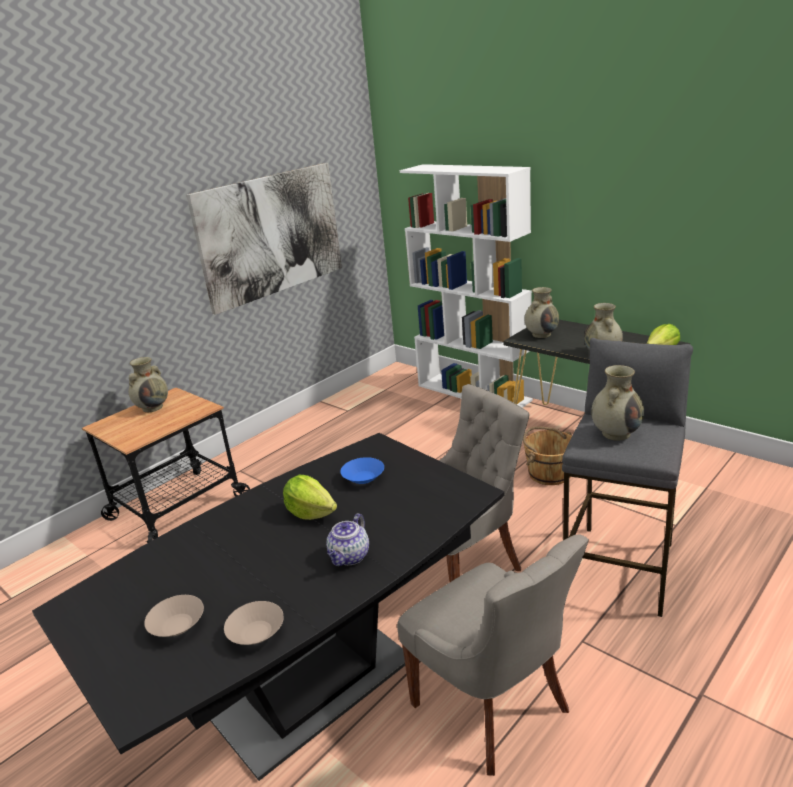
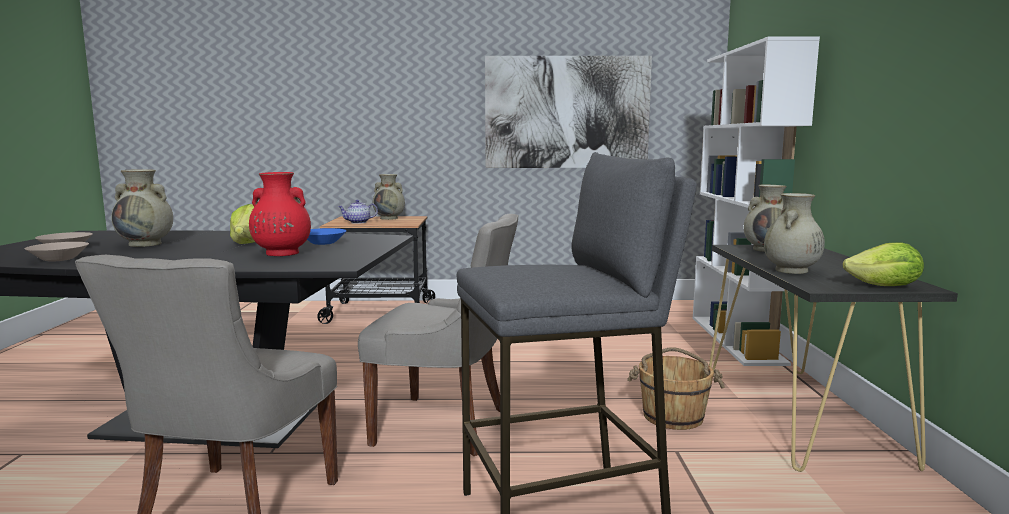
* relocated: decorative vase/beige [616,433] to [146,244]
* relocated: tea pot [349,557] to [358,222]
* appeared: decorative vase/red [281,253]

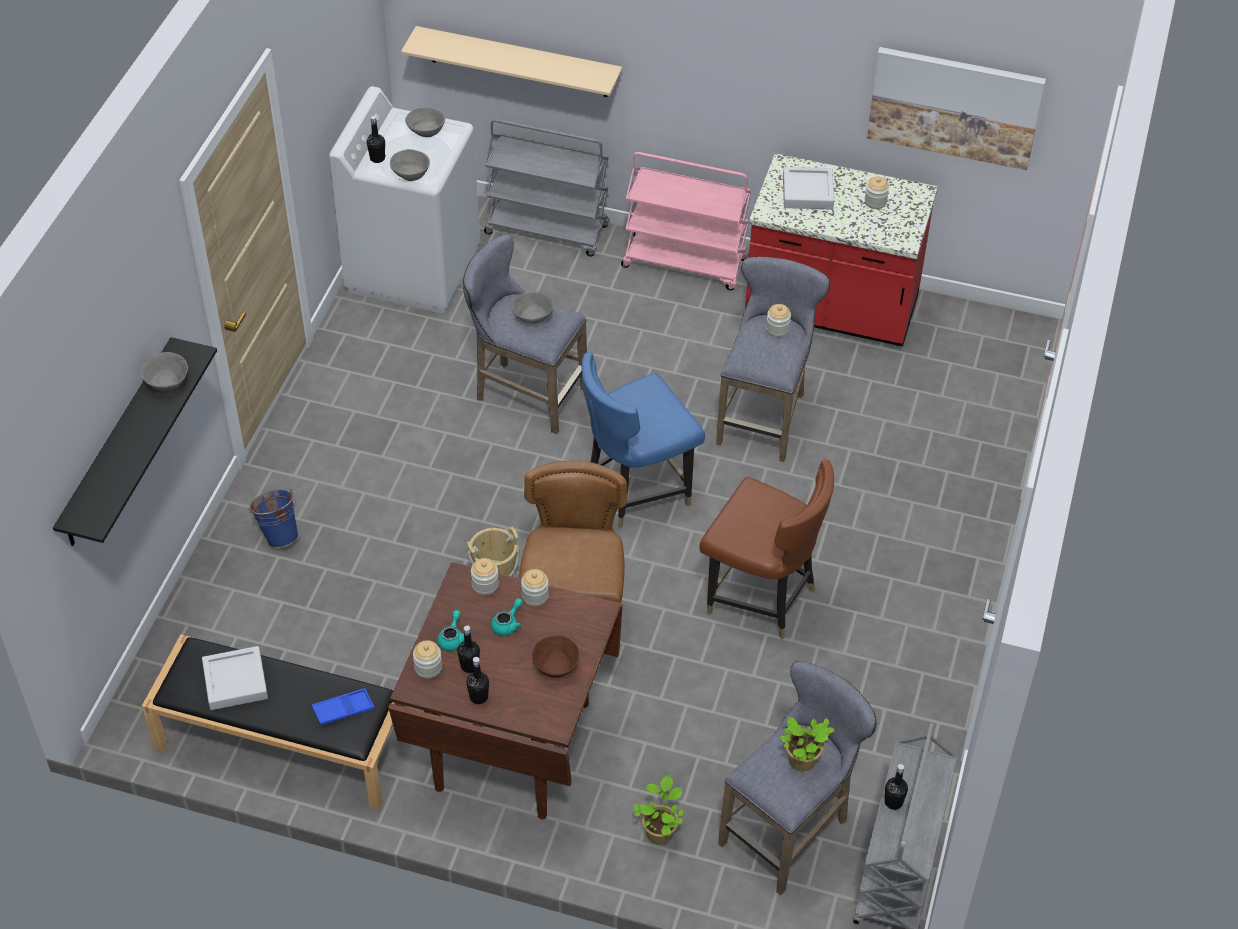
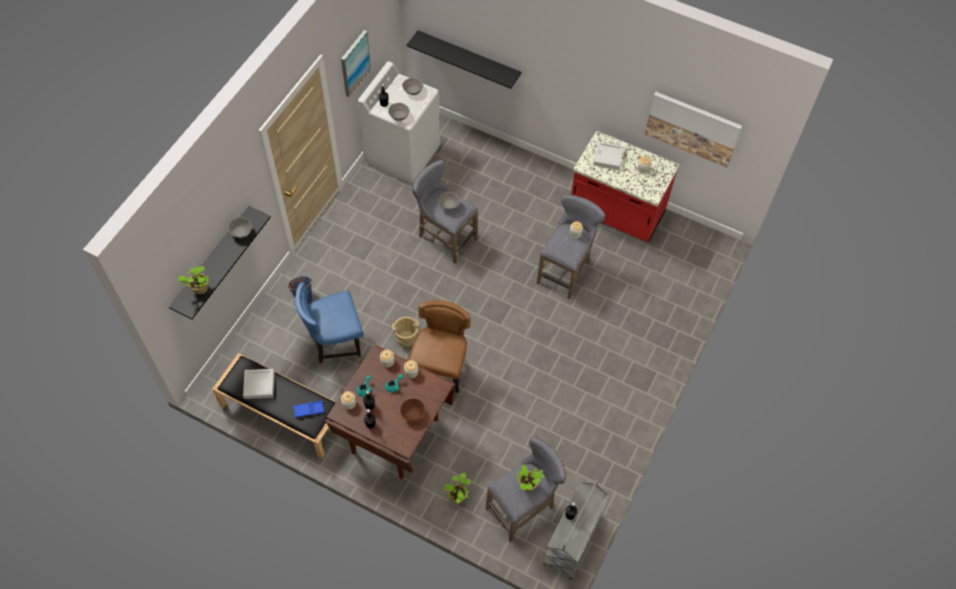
* colour: shelf/beige [518,62] to shelf/black-coloured [469,58]
* missing: wheeled cart/grey [548,230]
* missing: wheeled cart/pink-coloured [685,263]
* relocated: chair/bluish [636,490] to [335,345]
* missing: chair/brownish [761,598]
* appeared: wall picture [354,63]
* appeared: potted plant [199,289]

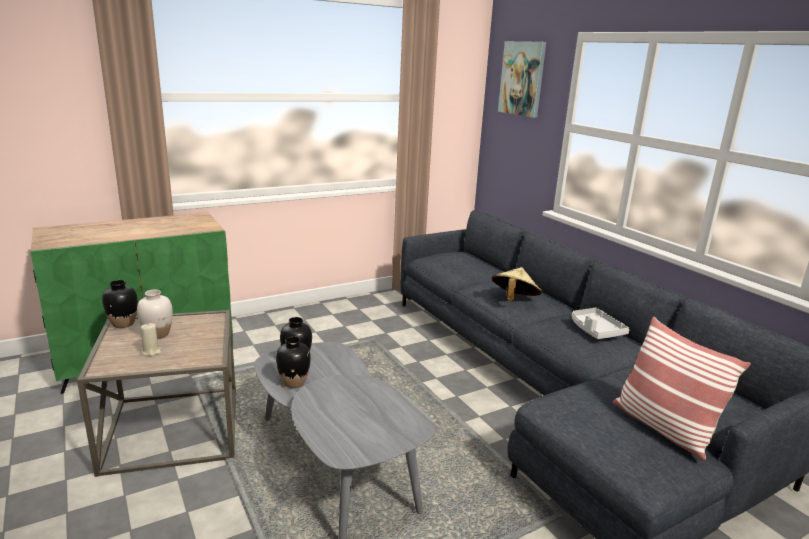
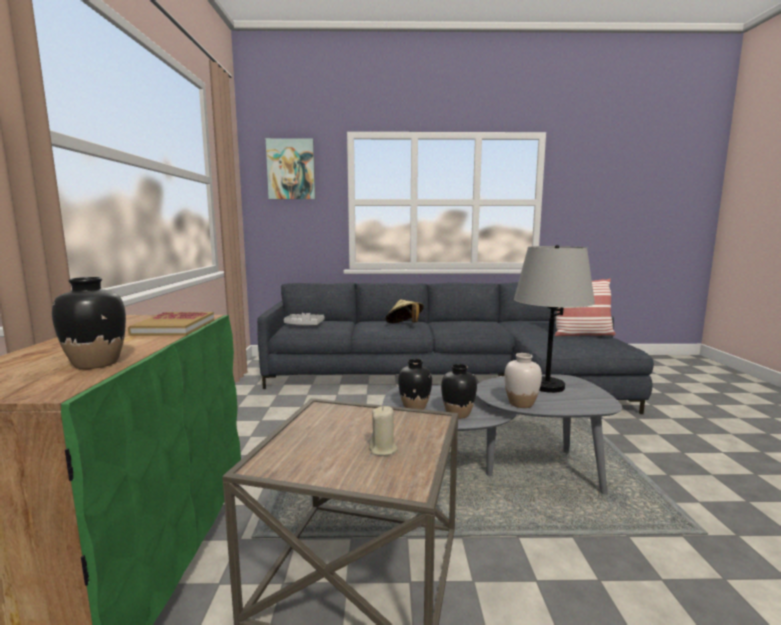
* relocated: decorative vase/black-coloured [123,324] to [96,363]
* relocated: decorative vase/white-coloured [157,334] to [520,404]
* relocated: carrying tray/grey [595,330] to [304,325]
* appeared: tabletop lamp/grey [547,386]
* appeared: book [174,327]

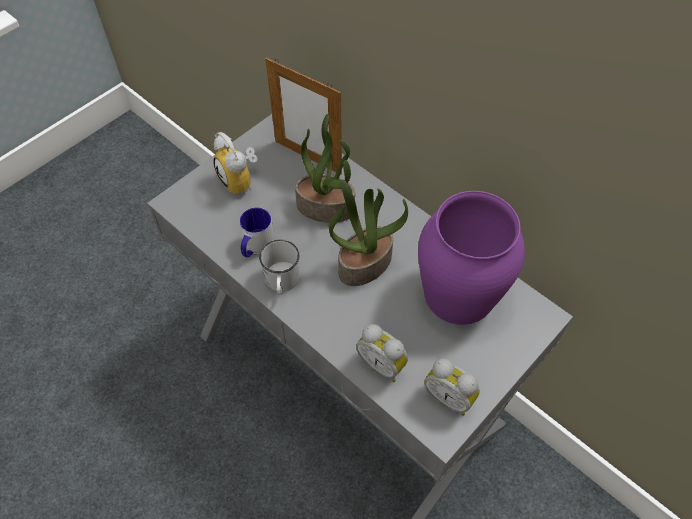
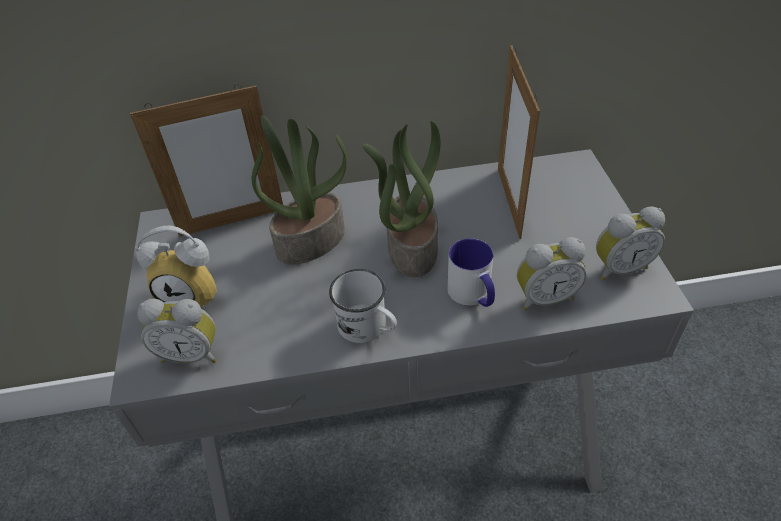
* exchanged: decorative vase/purple-coloured [459,294] to standing frame [509,202]
* relocated: mug [256,247] to [473,295]
* appeared: alarm clock [191,353]

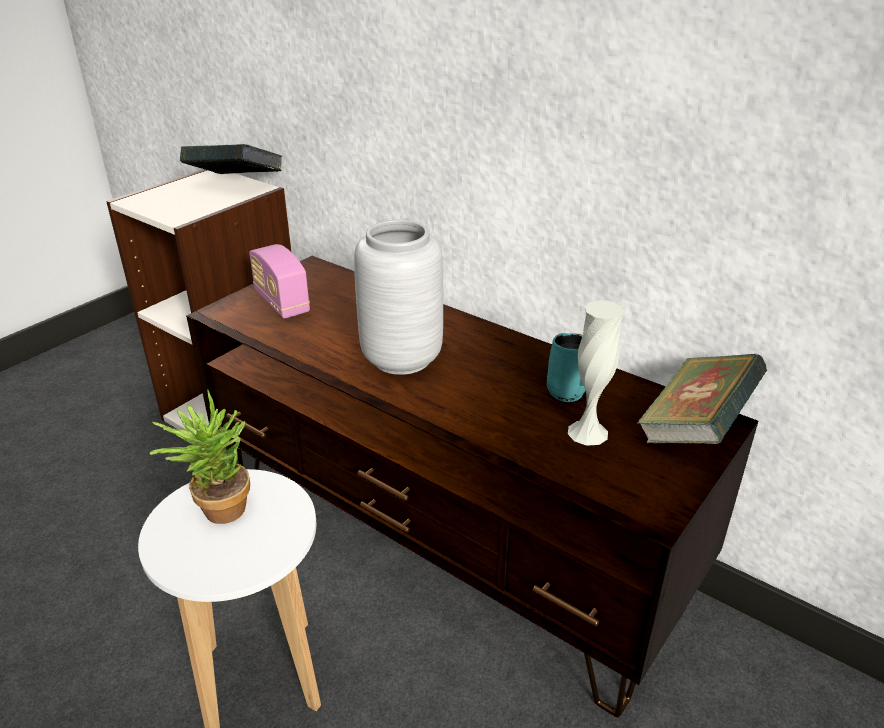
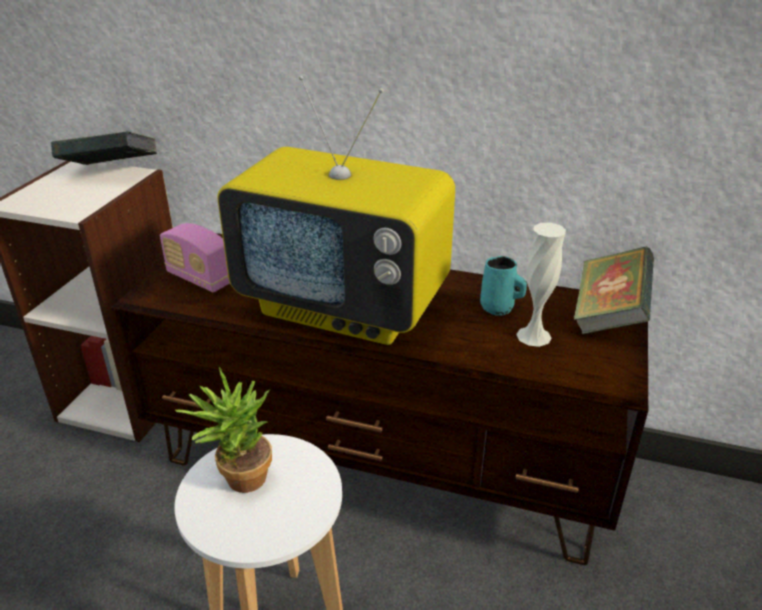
* exchanged: decorative vase/grey [403,358] to TV [346,307]

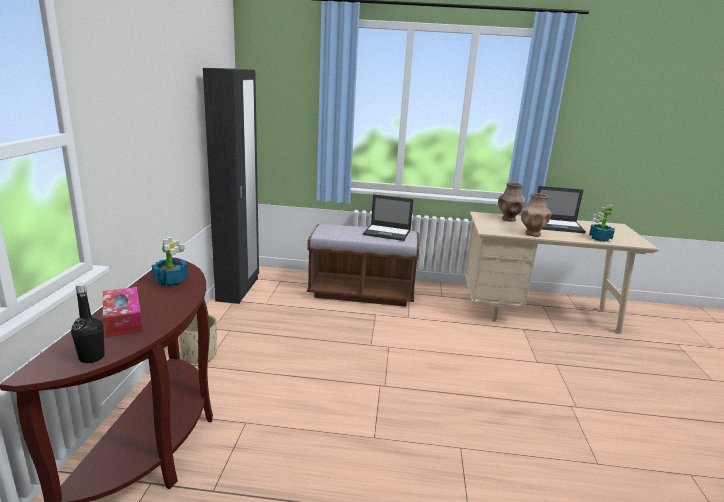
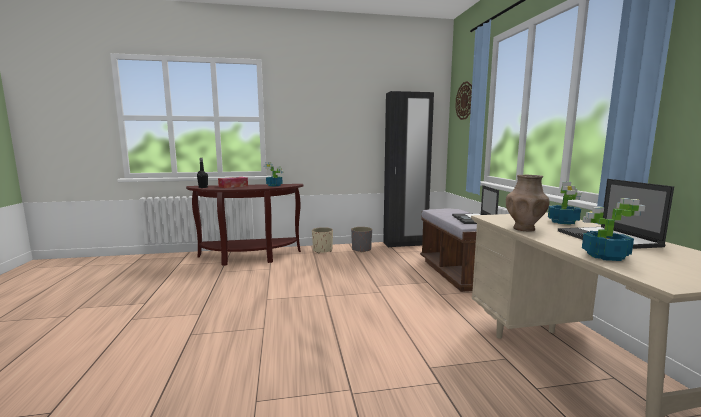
* exchanged: decorative vase/brownish [508,219] to potted plant [563,222]
* appeared: wall clock [465,100]
* appeared: planter/grey [361,249]

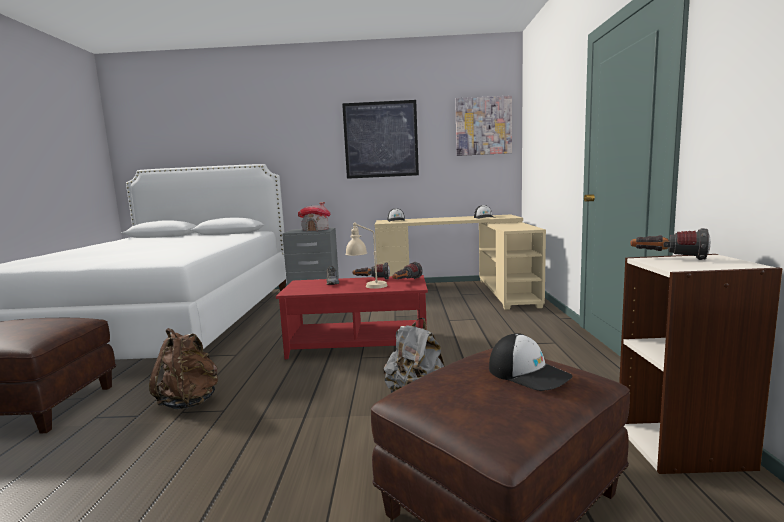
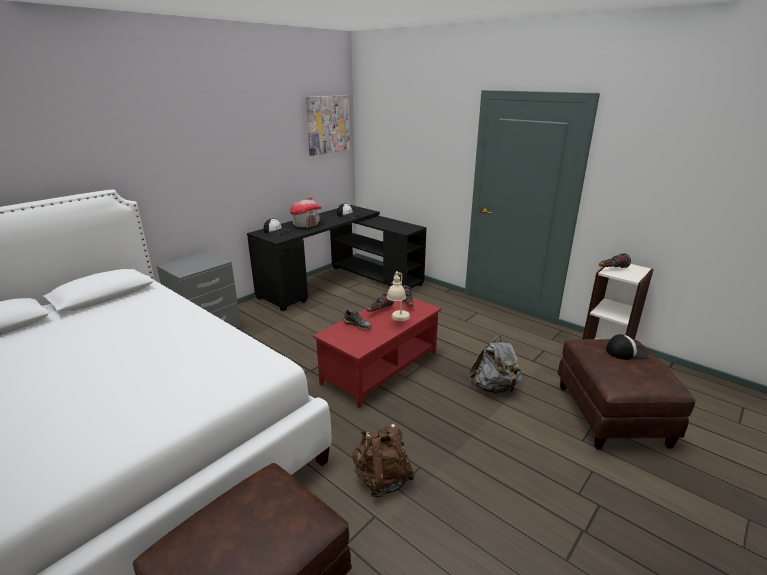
* missing: wall picture [381,140]
* relocated: toy house [316,230] to [306,224]
* colour: desk table/beige [464,290] to desk table/black-coloured [340,282]

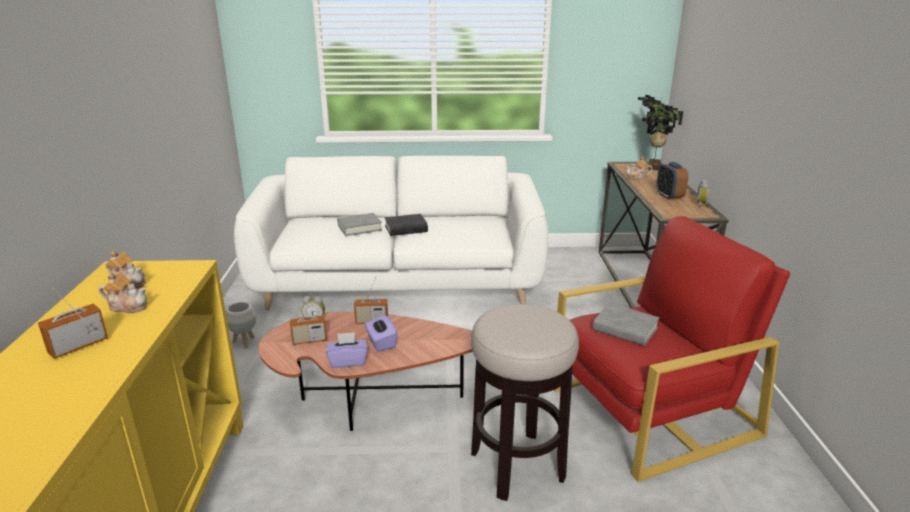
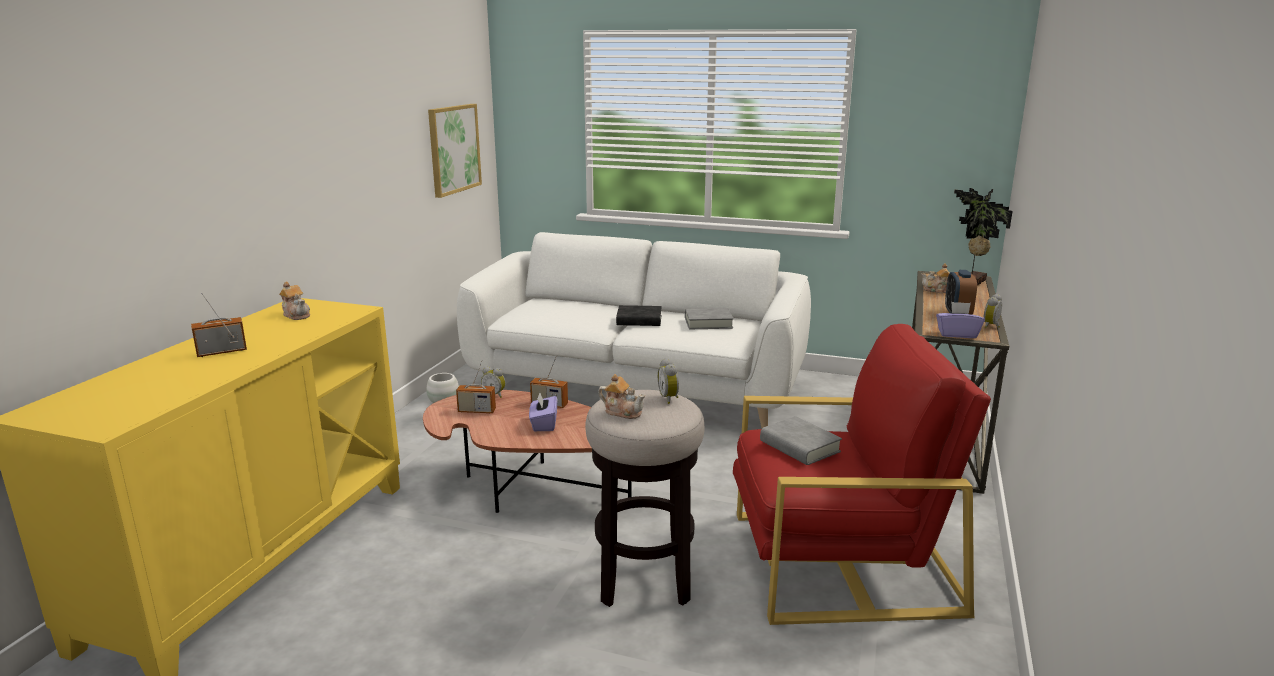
* relocated: book/grey [359,228] to [708,323]
* relocated: tea pot [128,306] to [622,412]
* relocated: box of tissues/purple-coloured [348,361] to [957,334]
* appeared: wall picture [453,149]
* appeared: alarm clock [669,398]

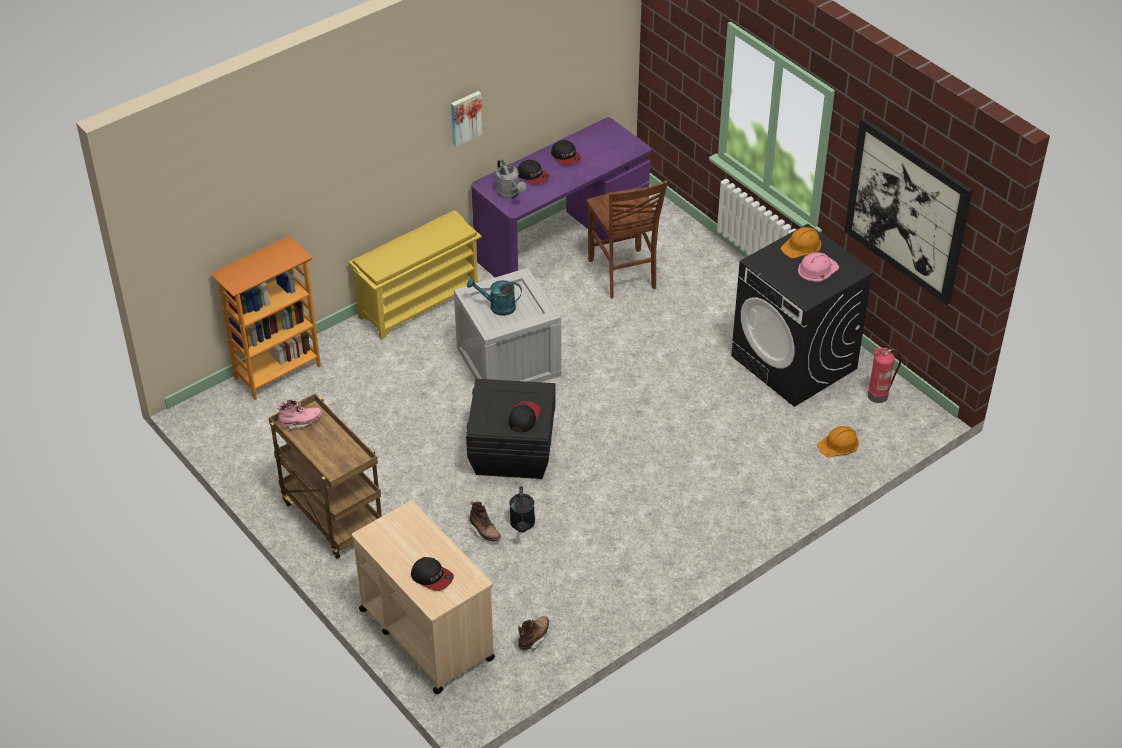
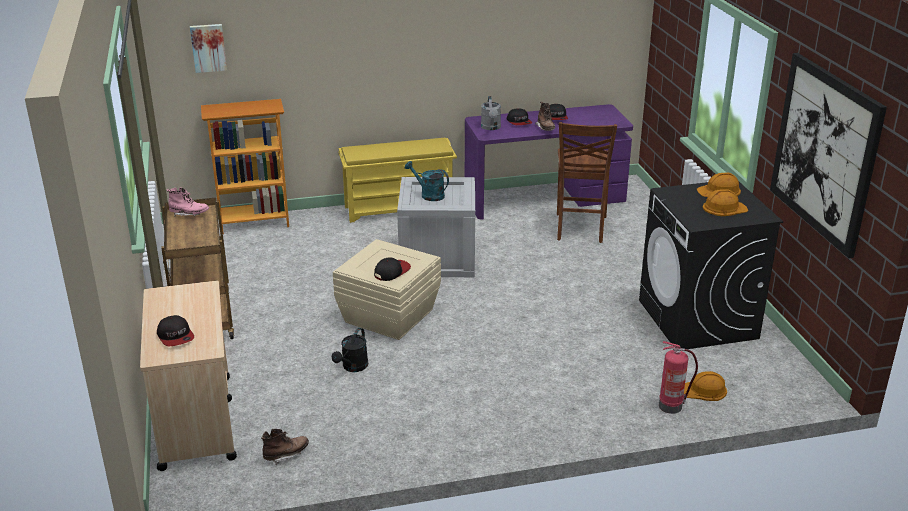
* relocated: wall picture [465,117] to [208,47]
* colour: safety helmet/pink-coloured [817,269] to safety helmet/orange-coloured [724,208]
* relocated: fire extinguisher [878,395] to [671,406]
* colour: storage container/black-coloured [511,452] to storage container/beige [388,315]
* relocated: boot/brownish [485,532] to [546,128]

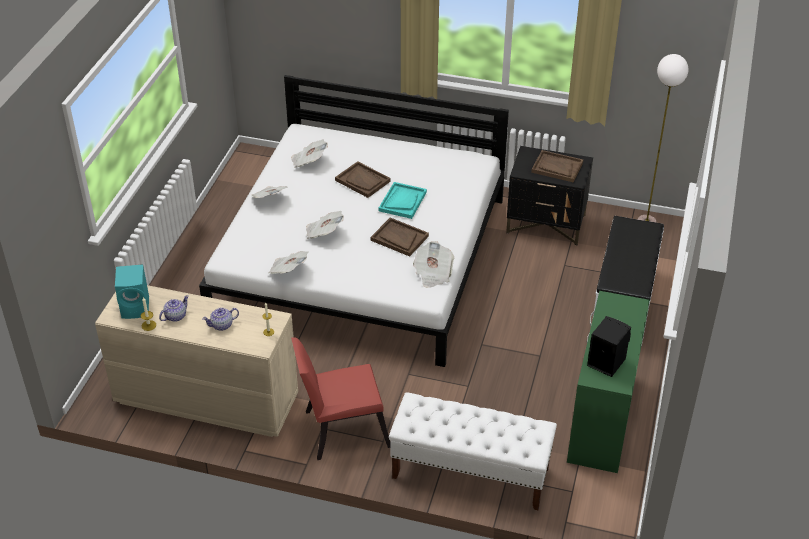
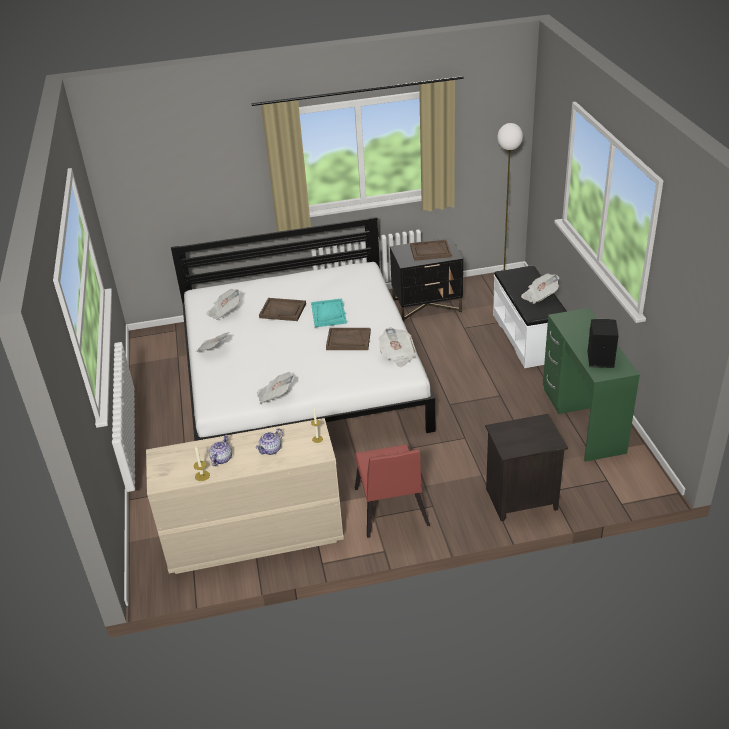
* relocated: printed paper [324,233] to [539,296]
* missing: speaker/turquoise-coloured [136,307]
* spun: chair/red [341,429] = [391,511] 60 degrees counterclockwise
* exchanged: indoor bench/white-coloured [470,473] to nightstand/black-coloured [520,500]

